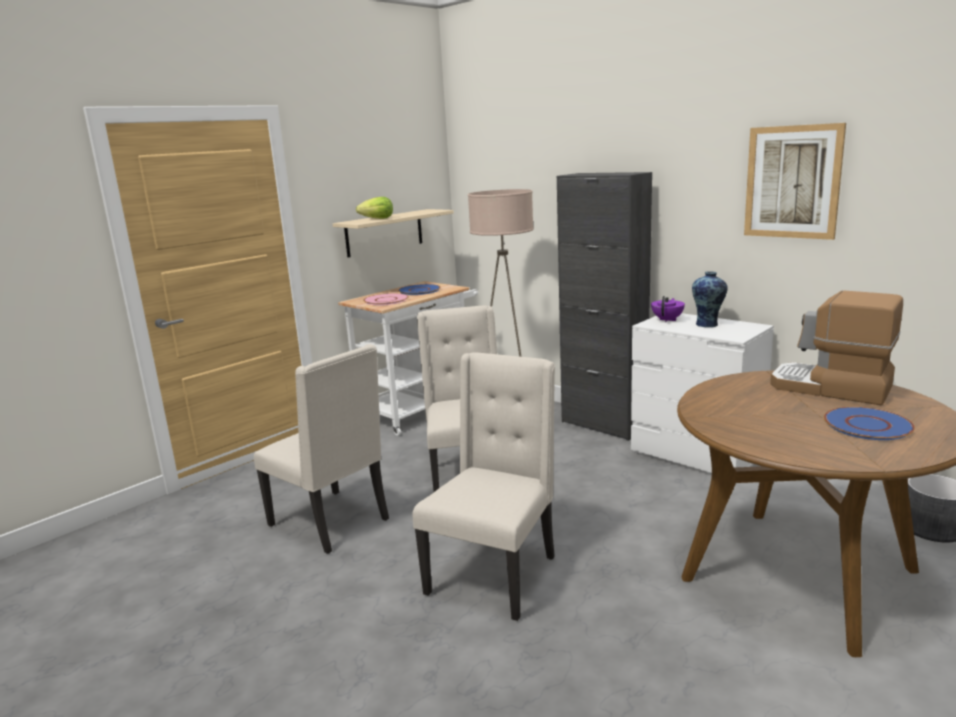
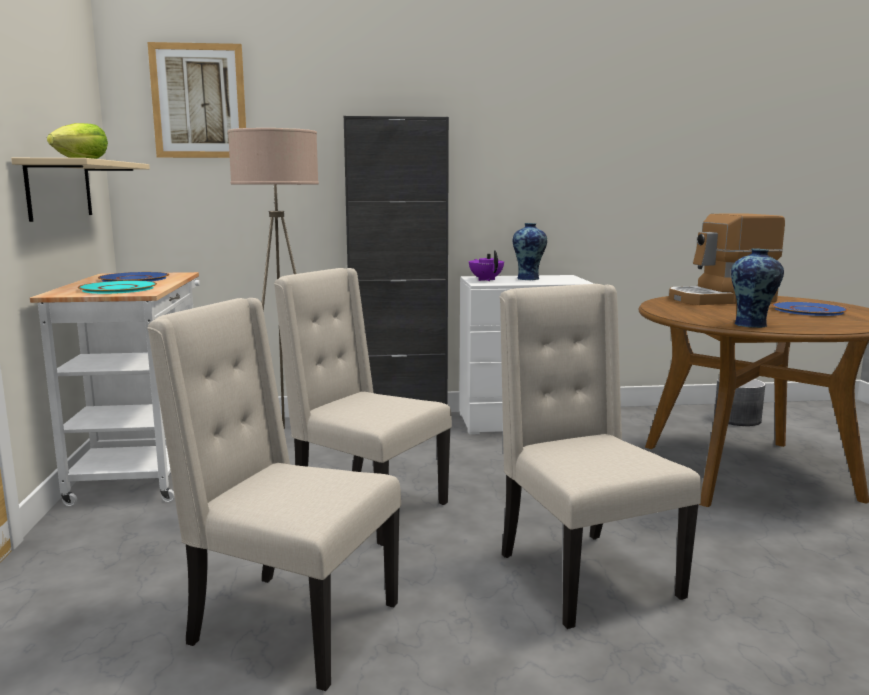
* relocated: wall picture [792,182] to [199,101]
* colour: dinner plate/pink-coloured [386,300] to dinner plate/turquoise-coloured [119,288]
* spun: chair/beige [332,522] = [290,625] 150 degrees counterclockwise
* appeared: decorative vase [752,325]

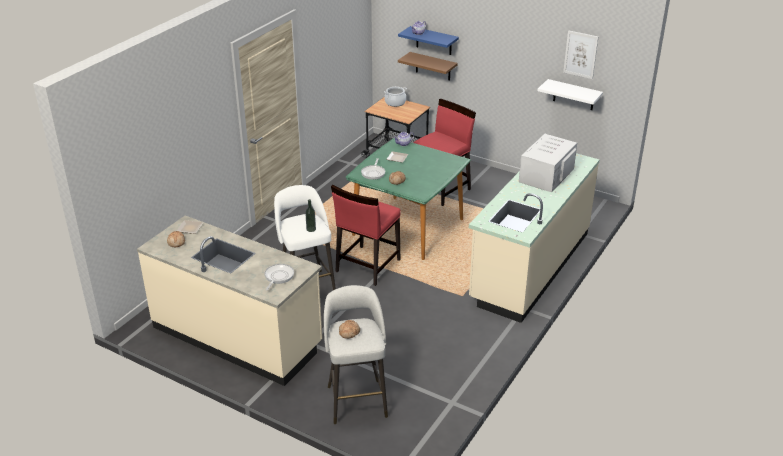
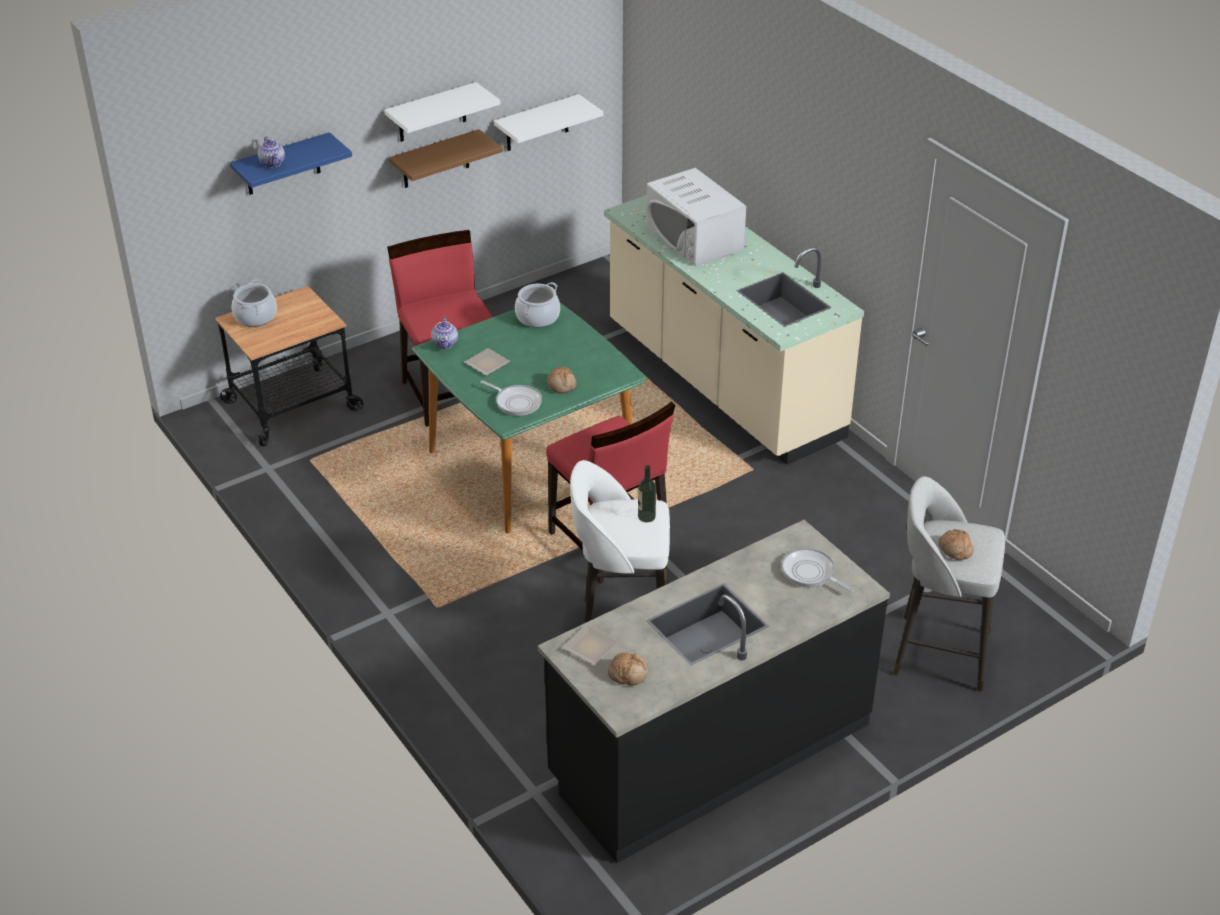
* missing: wall picture [580,54]
* relocated: shelf/brownish [433,66] to [435,160]
* colour: kitchen base unit/beige [237,336] to kitchen base unit/black-coloured [709,750]
* appeared: shelf/white-coloured [432,113]
* appeared: cooking pot [538,317]

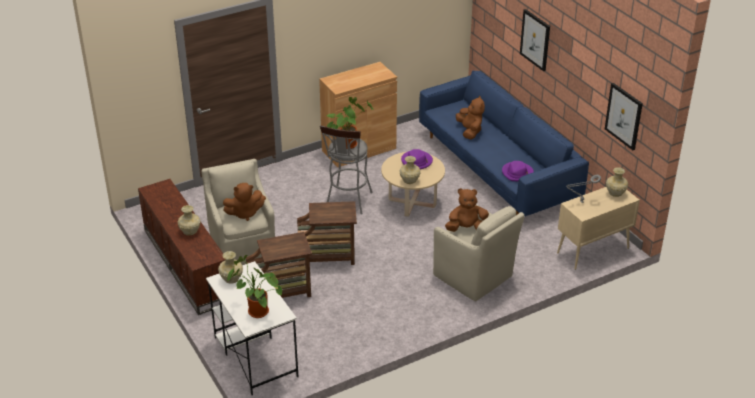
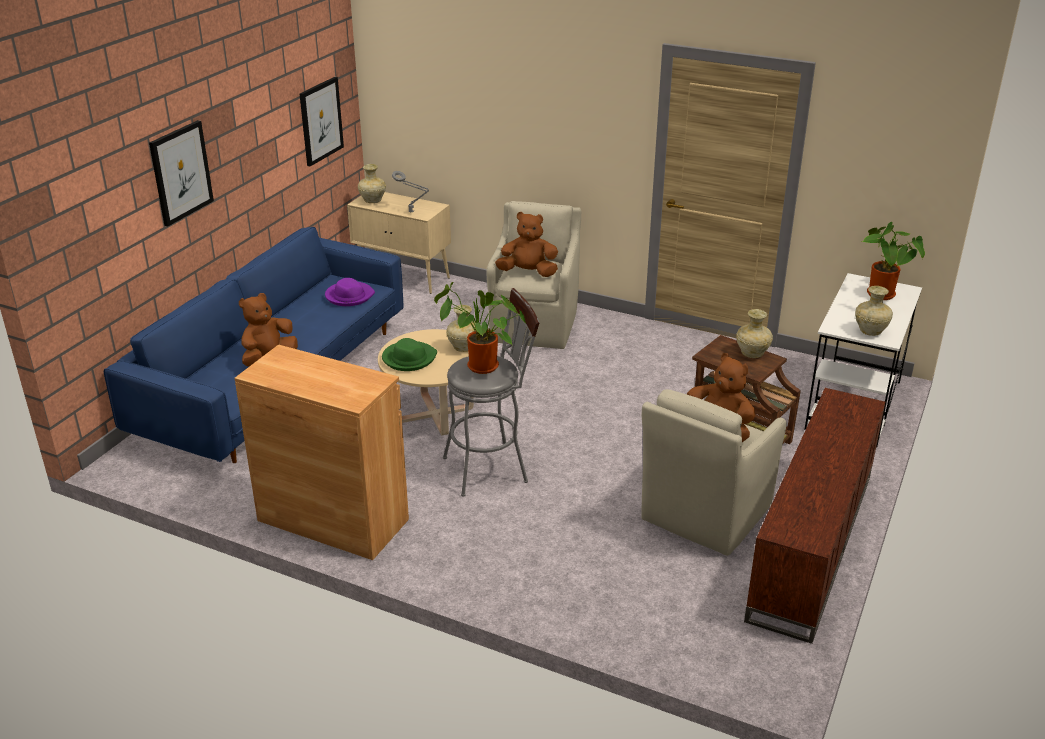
* colour: wearable hat/purple-coloured [417,161] to wearable hat/green [409,358]
* spun: cuddly toy/brownish [466,229] = [528,272] 135 degrees clockwise
* missing: accent table/brownish [328,256]
* relocated: decorative vase/beige [190,232] to [751,353]

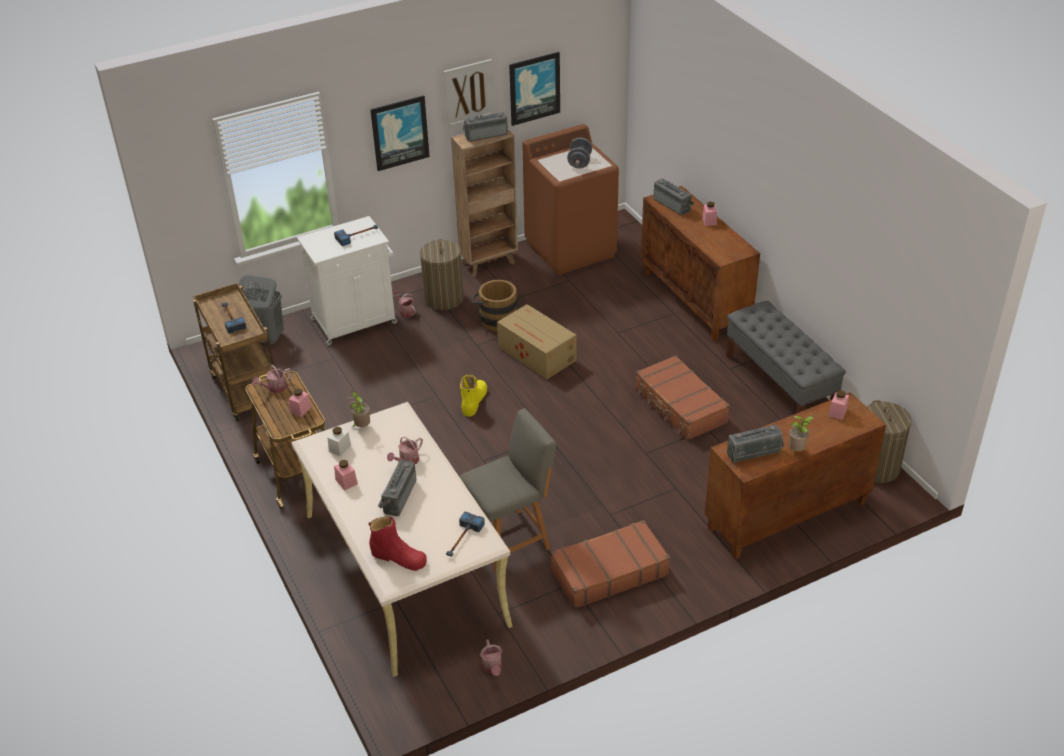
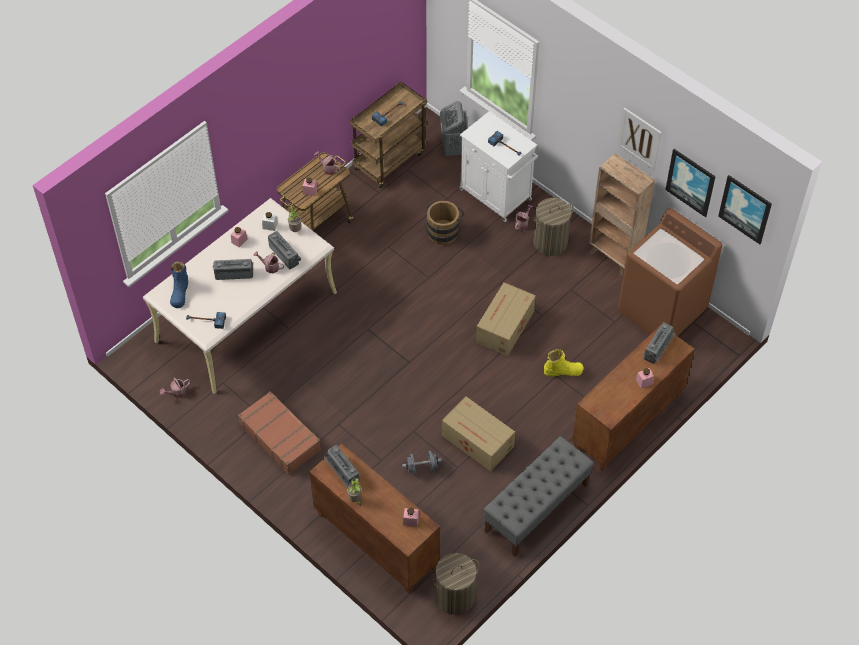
* relocated: wall picture [399,132] to [745,208]
* relocated: radio [485,134] to [285,254]
* relocated: dumbbell/grey [579,162] to [422,468]
* relocated: bucket/brownish [495,319] to [443,230]
* exchanged: suitcase/brownish [680,406] to packing box [478,442]
* relocated: boot/yellow-coloured [474,401] to [563,371]
* missing: chair/grey [510,539]
* colour: boot/red [399,557] to boot/bluish [180,292]

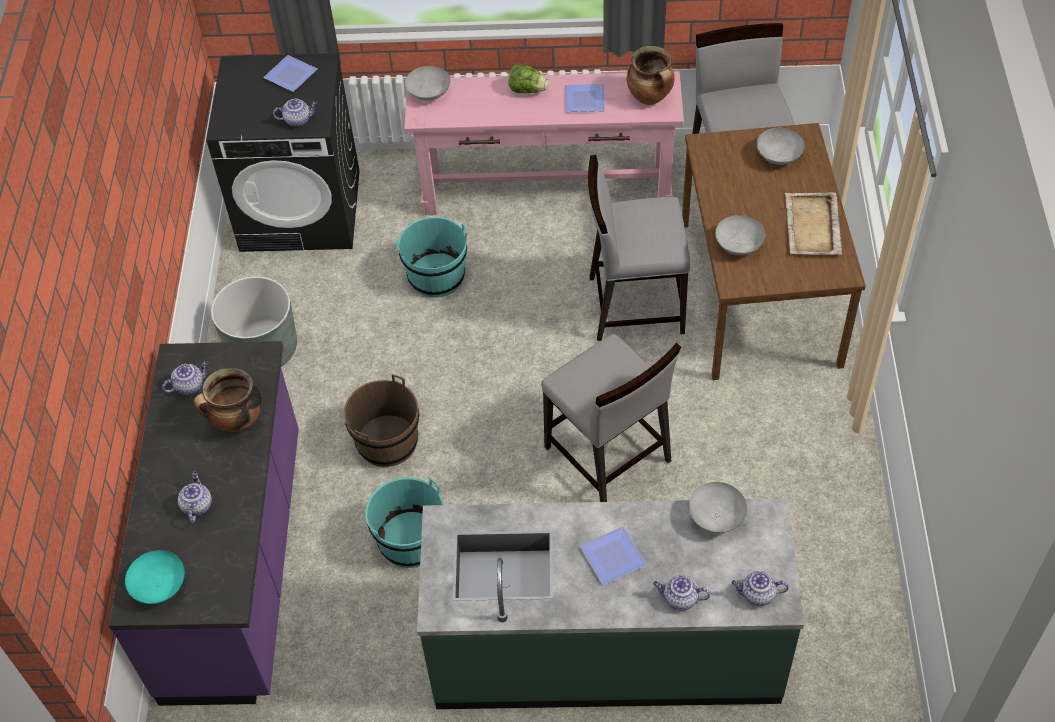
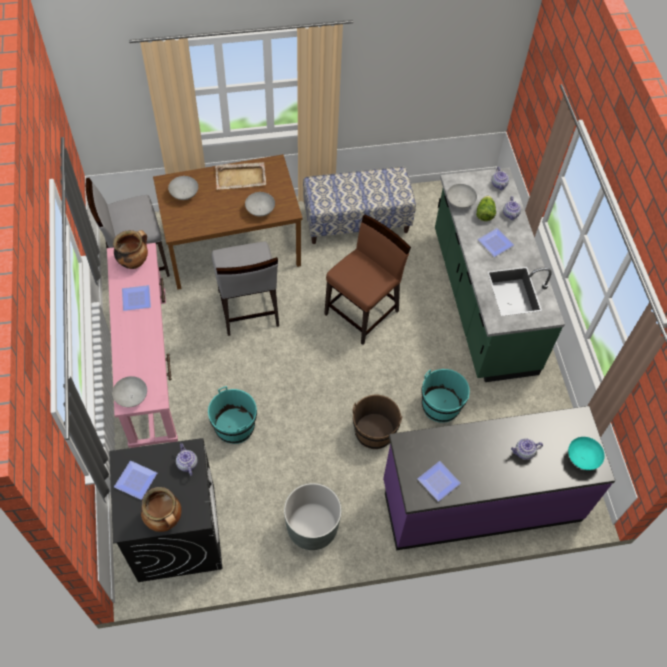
* relocated: lettuce head [527,90] to [484,214]
* colour: chair/grey [607,455] to chair/brownish [362,312]
* exchanged: tea pot [190,385] to dinner plate [437,481]
* relocated: cooking pot [237,422] to [165,519]
* appeared: indoor bench [356,221]

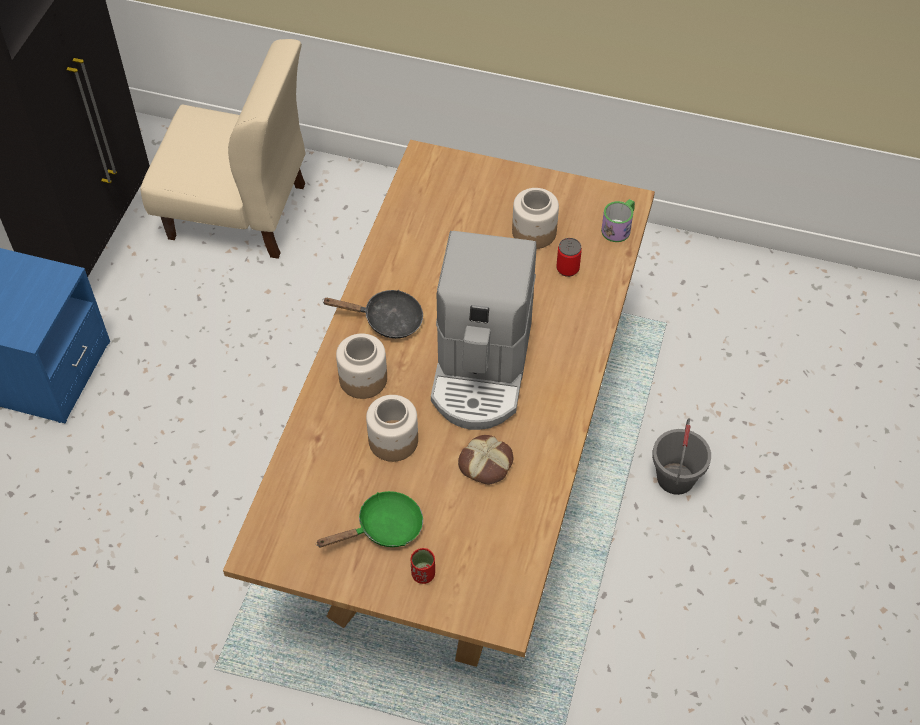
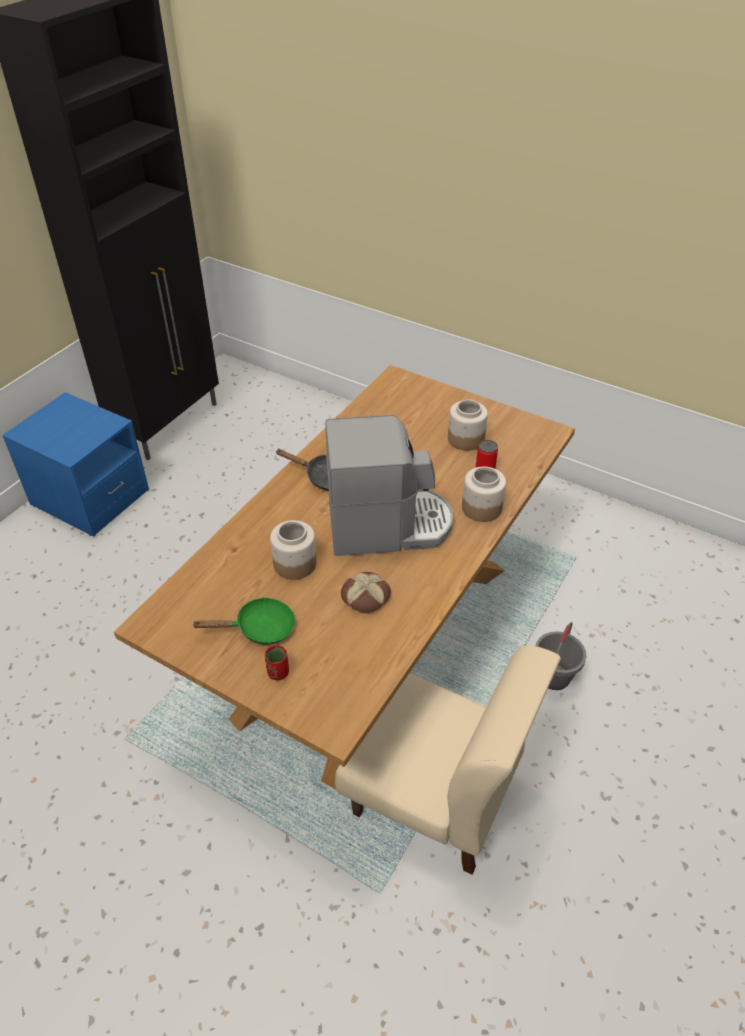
* relocated: chair/beige [238,212] to [435,796]
* missing: mug [619,227]
* spun: coffee maker [481,369] = [388,526] 120 degrees counterclockwise
* relocated: preserve jar [362,379] to [481,508]

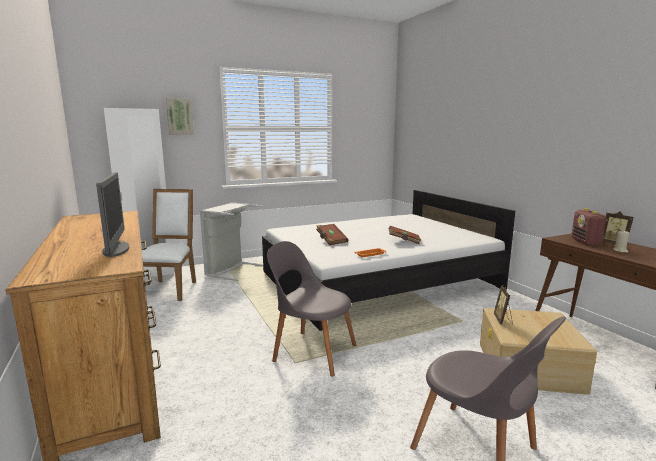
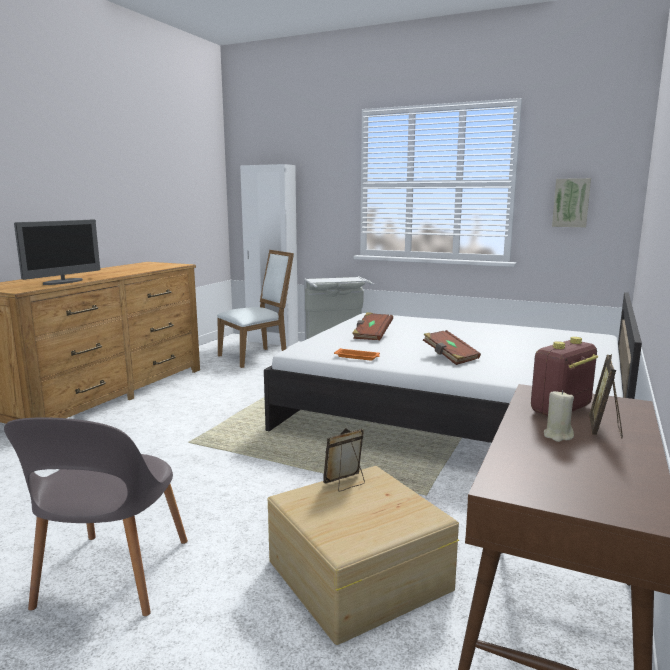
* relocated: wall picture [180,117] to [571,203]
* missing: chair/grey [312,352]

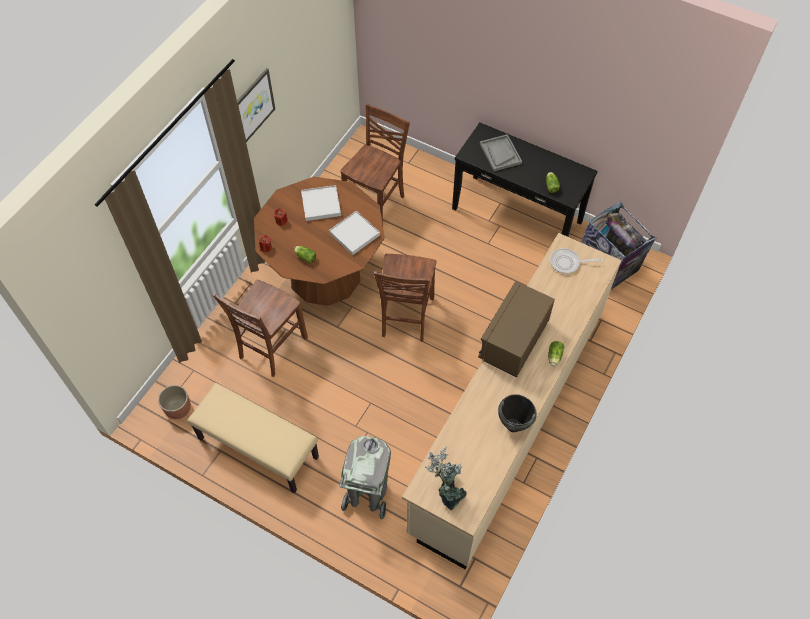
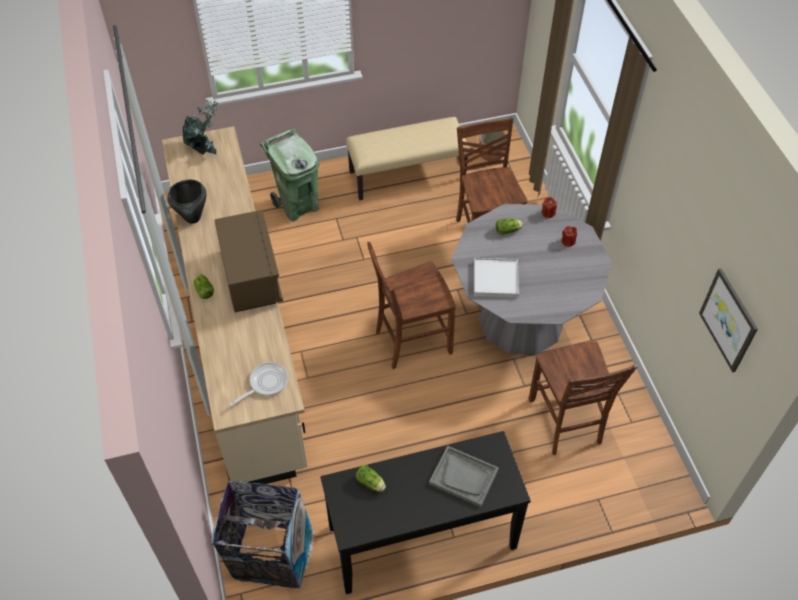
* relocated: wall picture [253,106] to [729,320]
* colour: dining table/brownish [325,275] to dining table/grey [521,319]
* missing: carrying tray/white-coloured [321,204]
* spun: chair/brownish [406,318] = [411,341] 75 degrees counterclockwise
* colour: trash can/grey [367,495] to trash can/green [298,206]

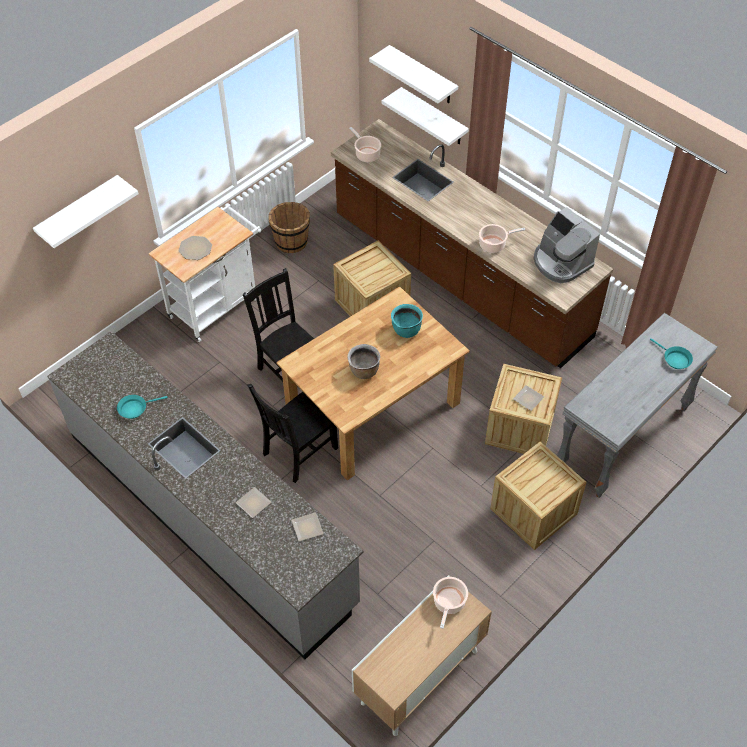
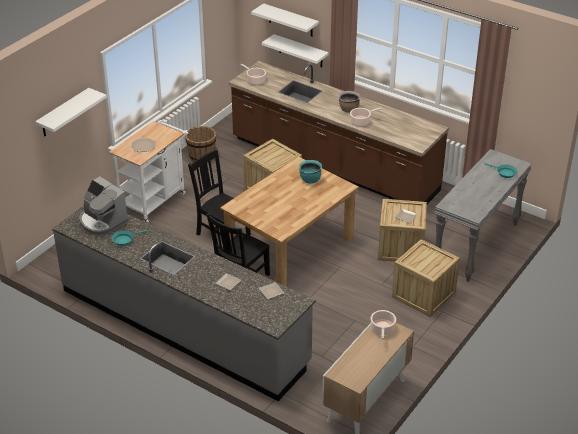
* relocated: coffee maker [561,262] to [102,221]
* relocated: cooking pot/brownish [364,371] to [348,109]

